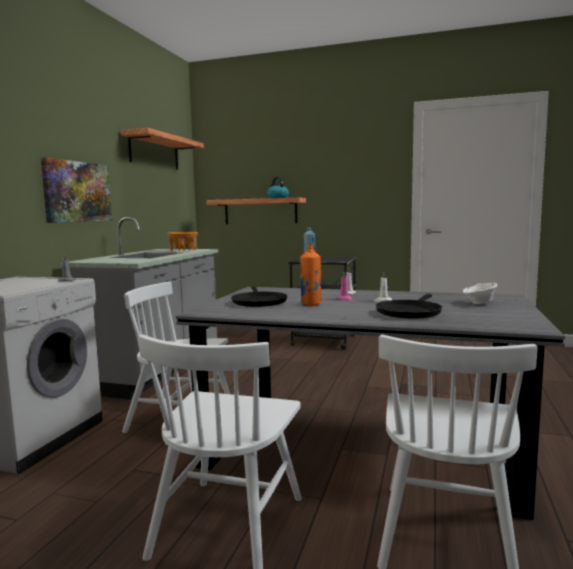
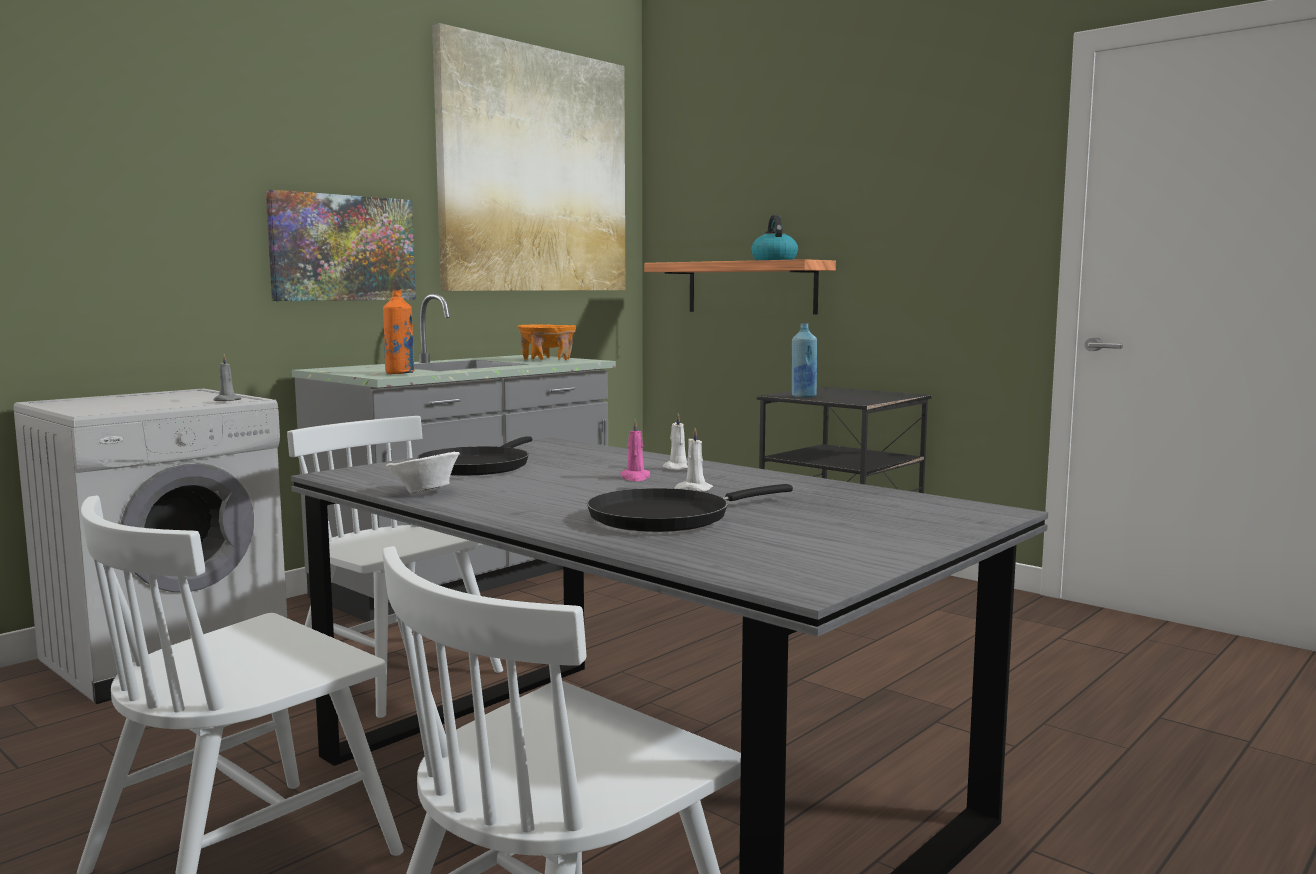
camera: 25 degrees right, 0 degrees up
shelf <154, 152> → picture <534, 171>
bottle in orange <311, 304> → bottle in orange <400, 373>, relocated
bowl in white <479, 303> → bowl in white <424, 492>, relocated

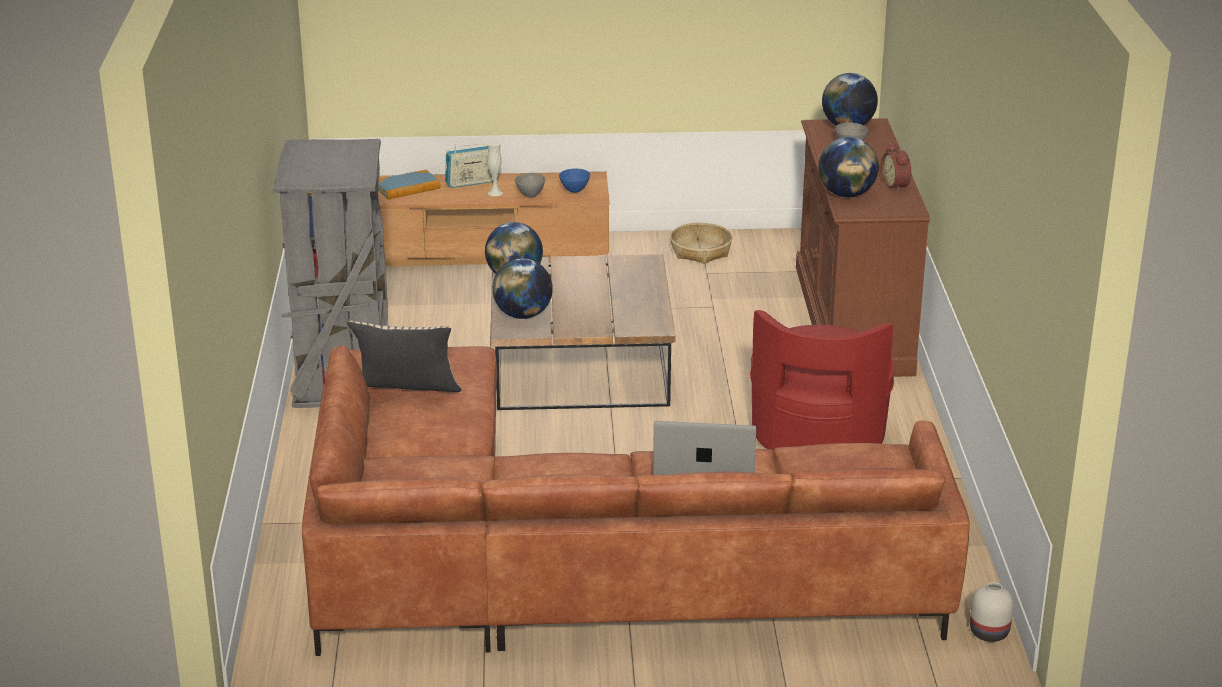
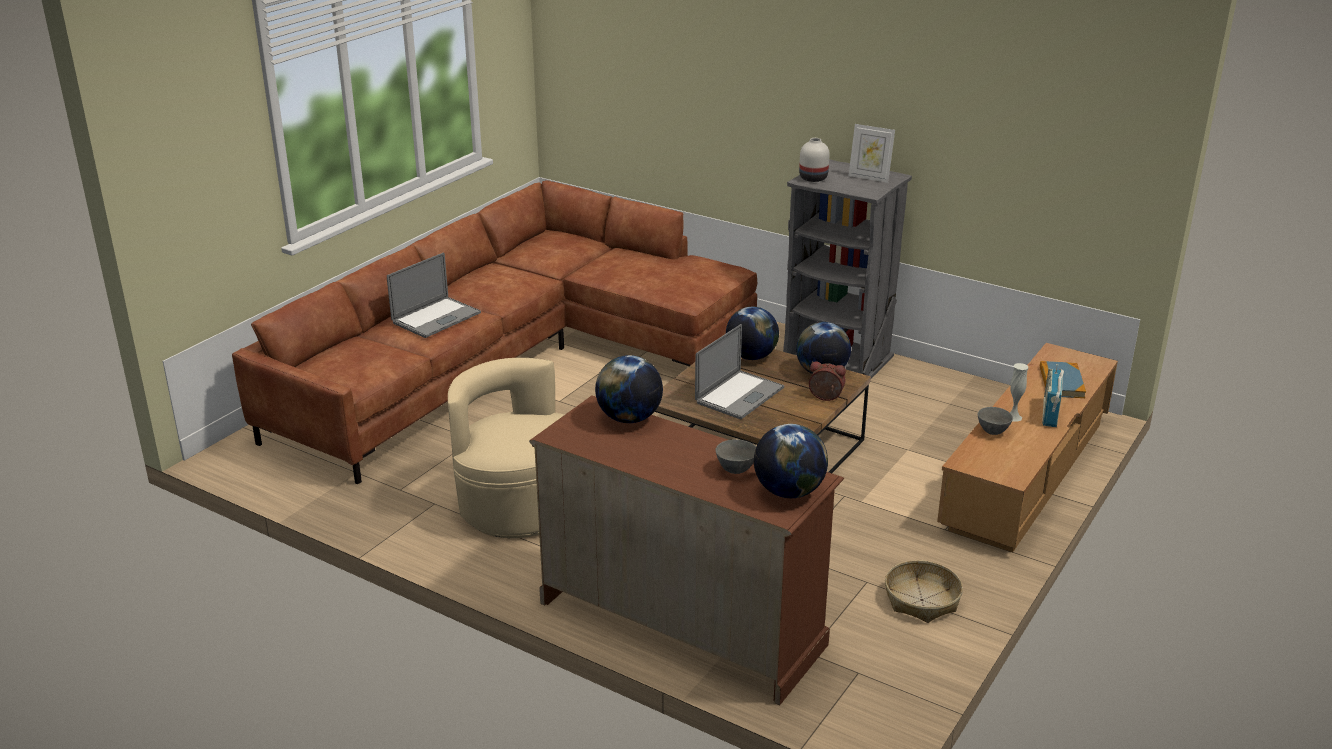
camera: 125 degrees right, 0 degrees up
pillow in beige <407, 397> → -
bowl in blue <574, 190> → -
armchair in red <817, 436> → armchair in beige <521, 506>
alarm clock <897, 185> → alarm clock <825, 398>, relocated
vase in white <990, 633> → vase in white <812, 178>, relocated
- → laptop <739, 395>
- → picture frame <869, 178>

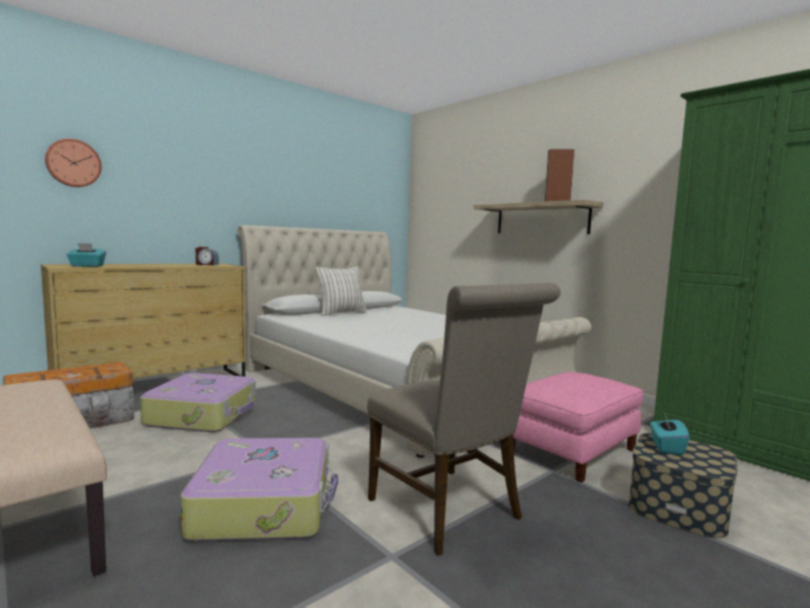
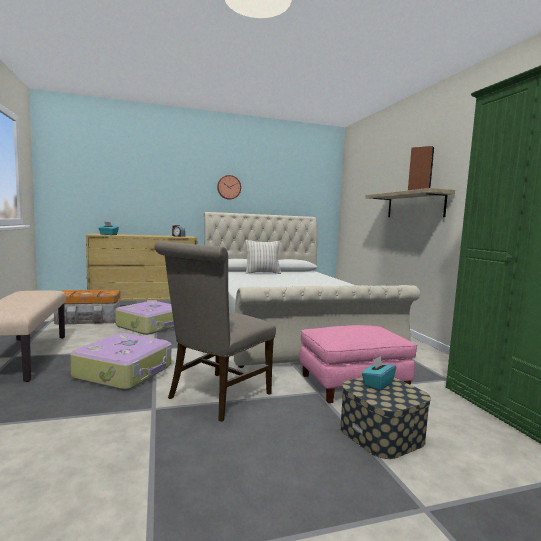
camera: 25 degrees right, 0 degrees up
wall clock <73, 163> → wall clock <229, 187>, relocated
chair in beige <451, 512> → chair in beige <215, 397>, 45 degrees clockwise

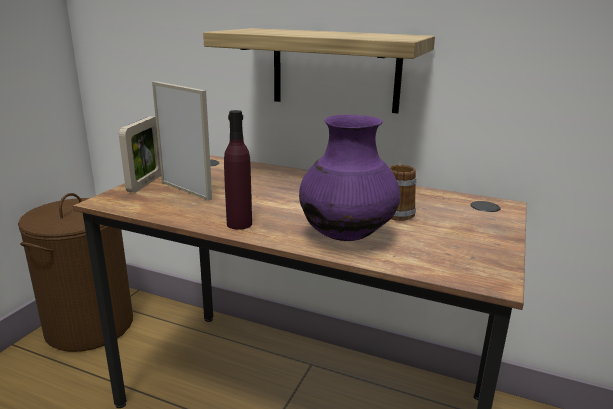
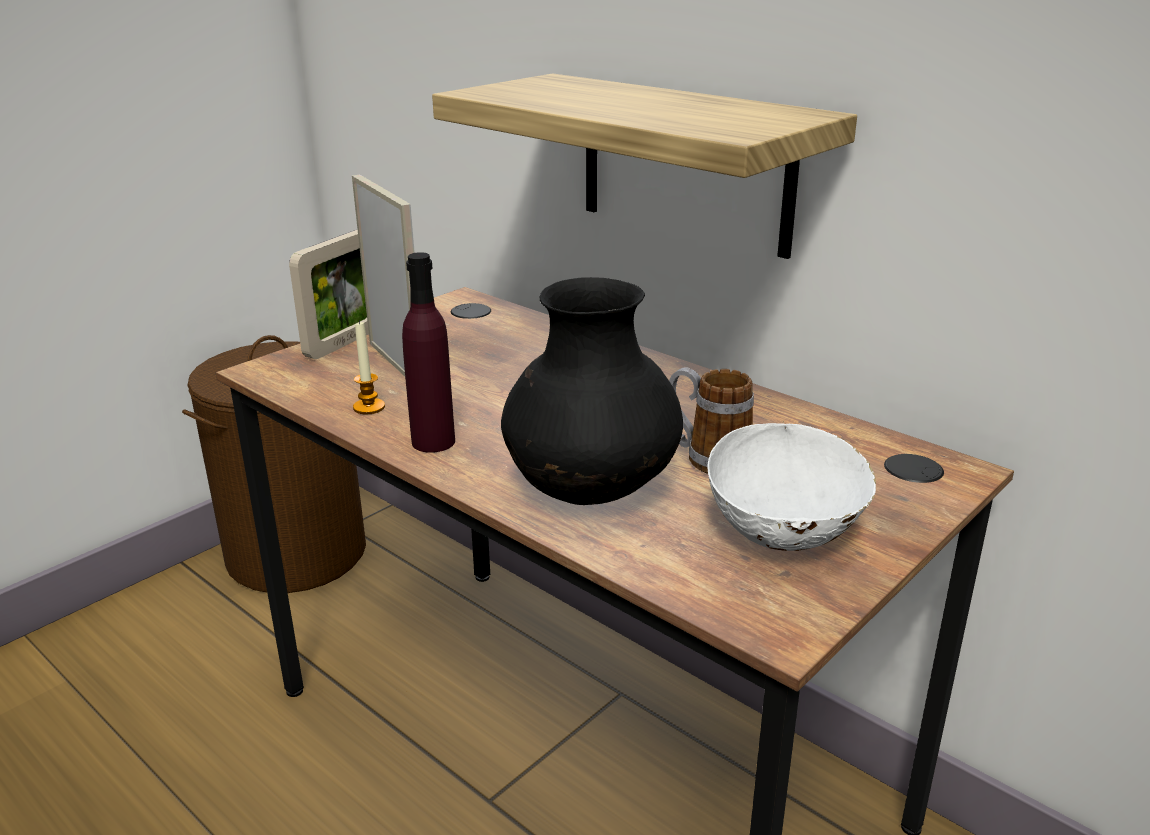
camera: 20 degrees right, 5 degrees up
vase in purple <346, 236> → vase in black <592, 492>
- → candle <369, 407>
- → bowl in white <785, 530>

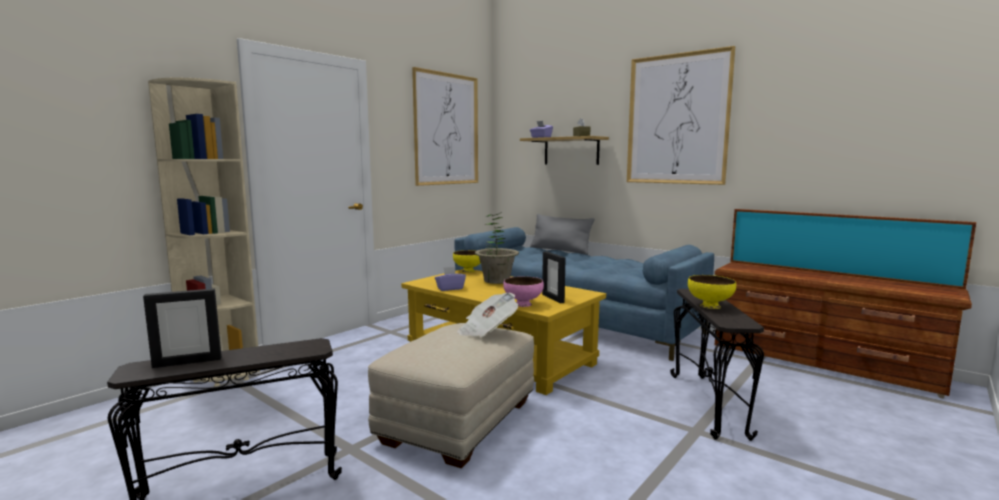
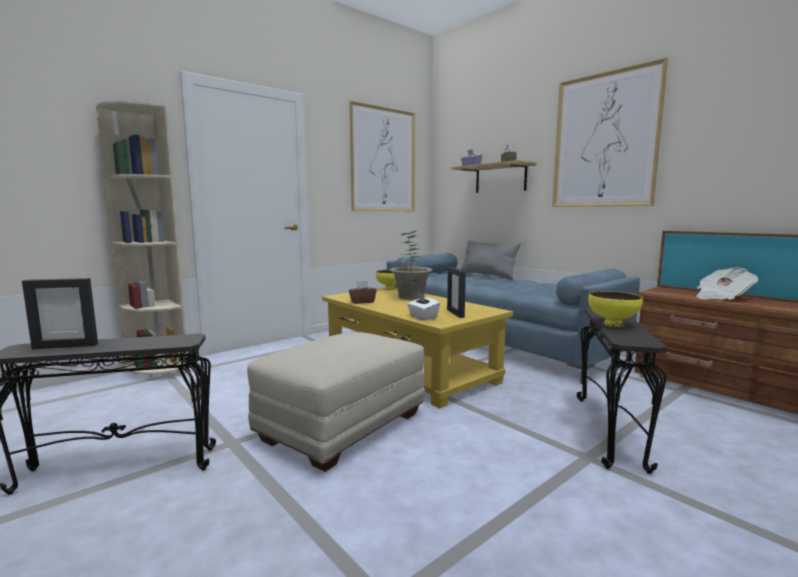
camera: 10 degrees right, 0 degrees up
tissue box in purple <450, 288> → tissue box in brown <362, 302>
newspaper <487, 330> → newspaper <721, 297>, relocated
bowl in pink <523, 304> → tissue box in white <422, 317>

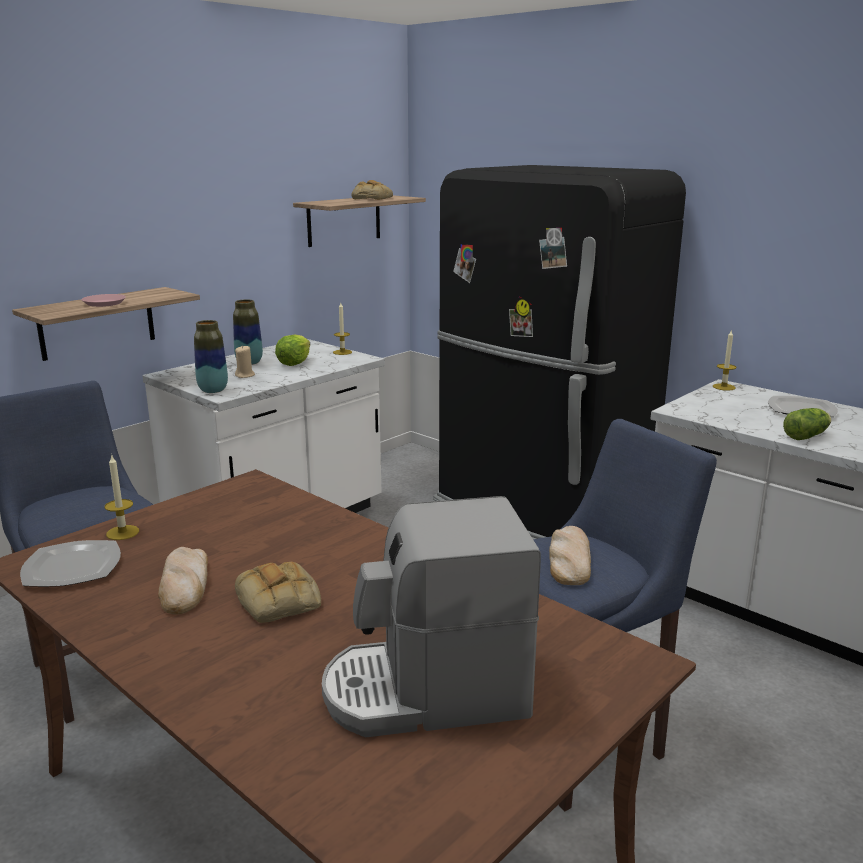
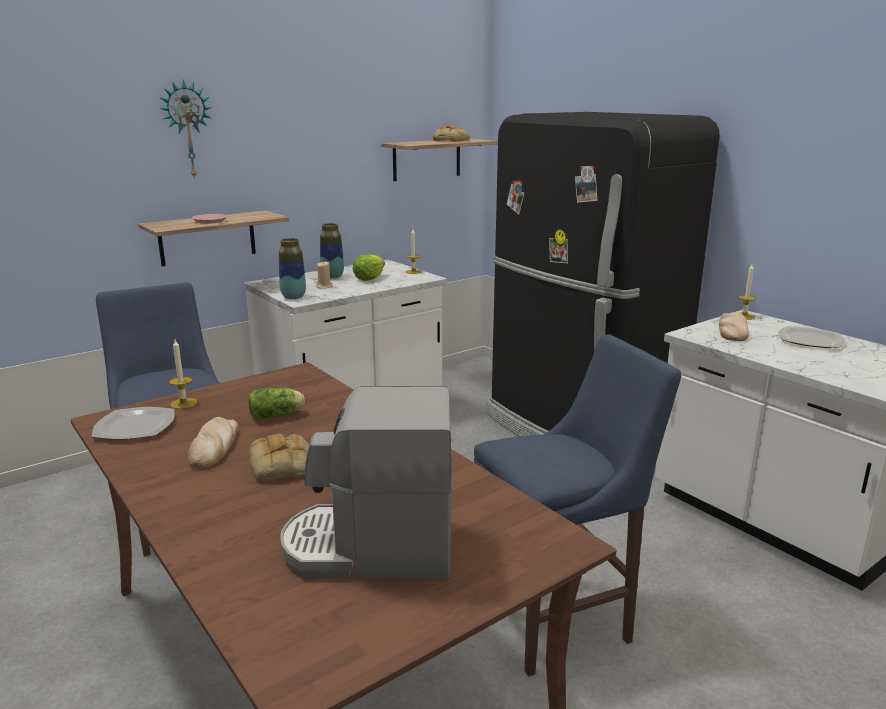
camera: 10 degrees right, 0 degrees up
bread <569, 560> → bread <732, 331>, relocated
lettuce <807, 436> → lettuce <278, 416>, relocated
- → wall clock <187, 130>

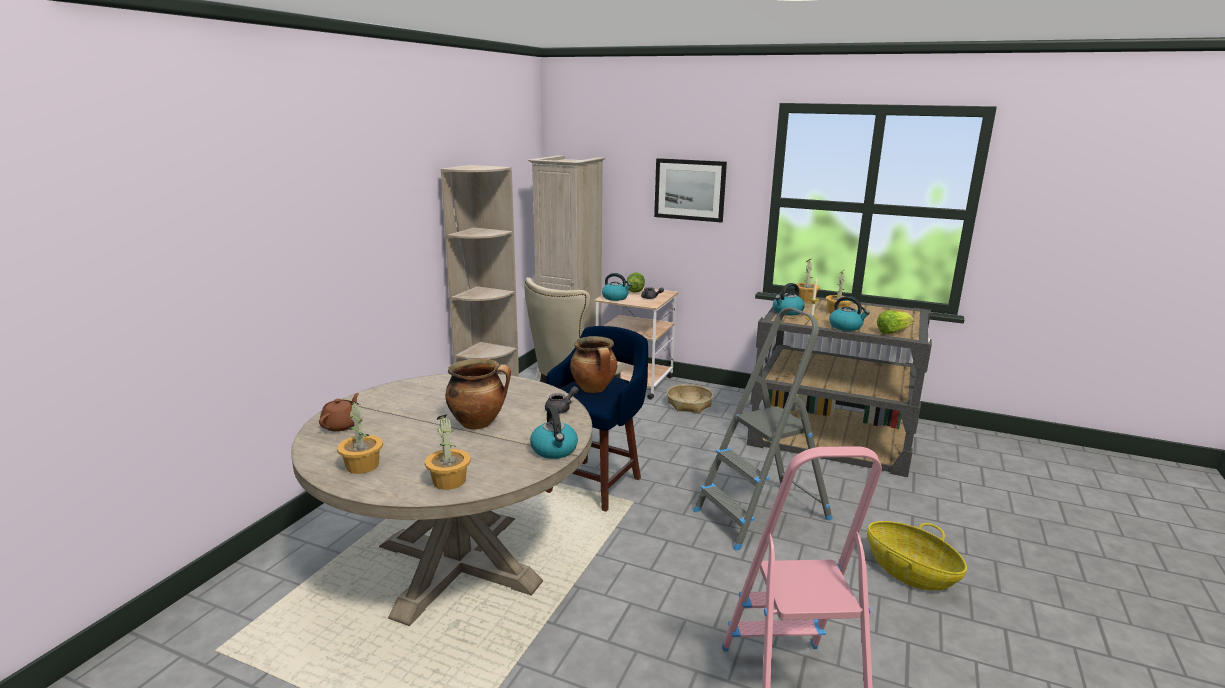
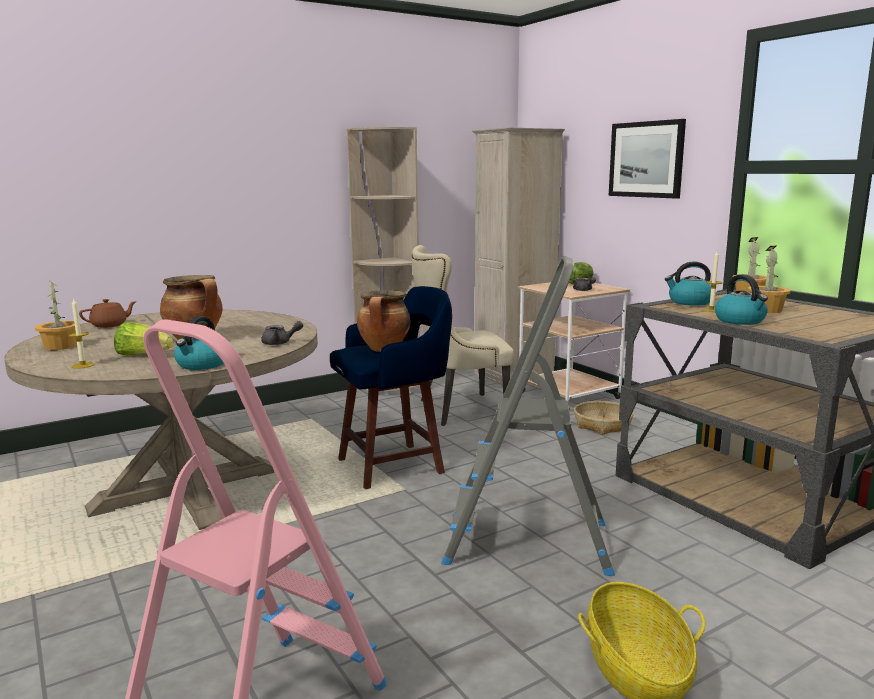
camera: 35 degrees right, 5 degrees down
potted plant <449, 481> → candle <83, 365>
kettle <615, 298> → -
lettuce <892, 332> → lettuce <143, 355>, relocated

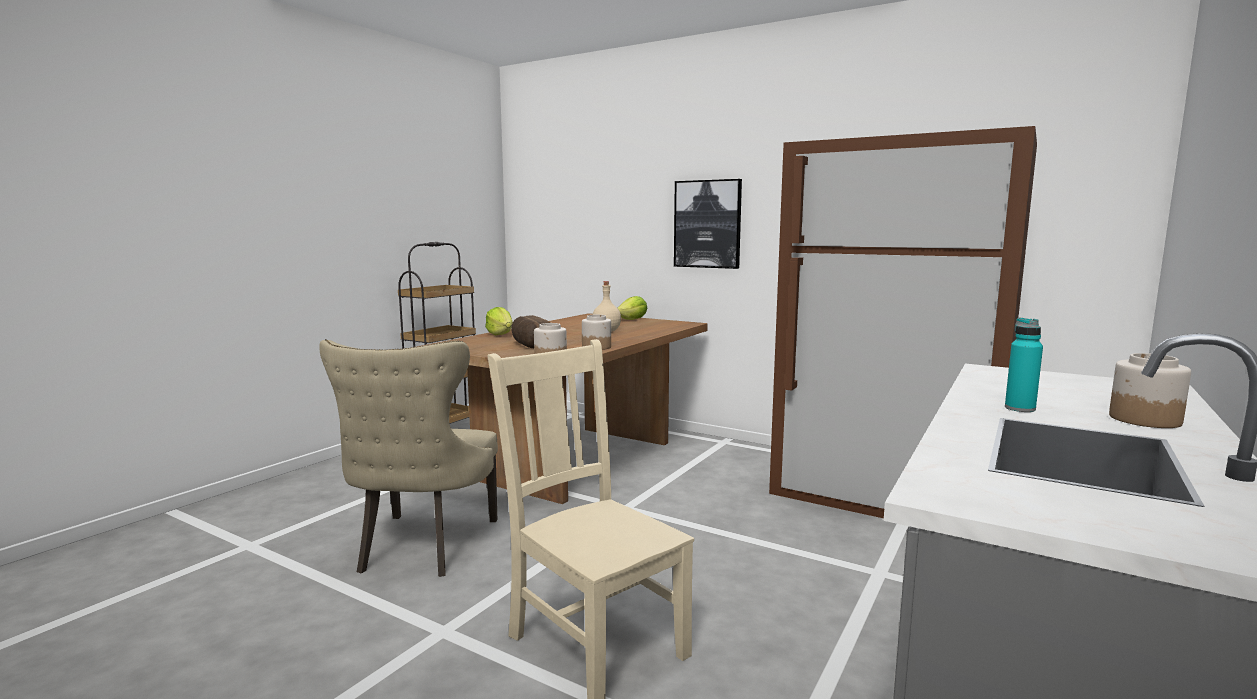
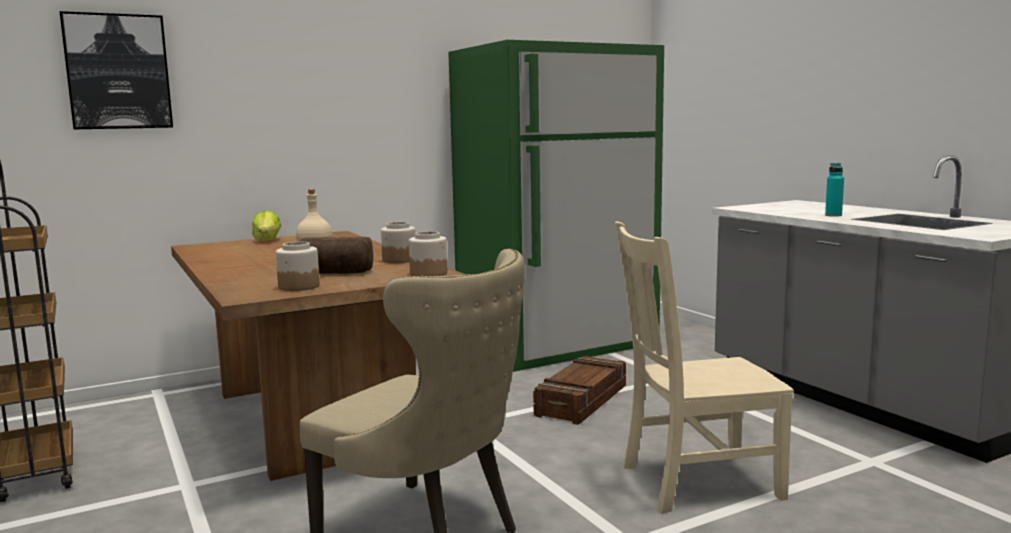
camera: 60 degrees left, 0 degrees up
lettuce <500, 334> → -
picture <707, 224> → picture <118, 72>, relocated
fridge in brown <886, 491> → fridge in green <558, 342>
jar <1144, 419> → jar <298, 287>, relocated
- → crate <583, 400>

